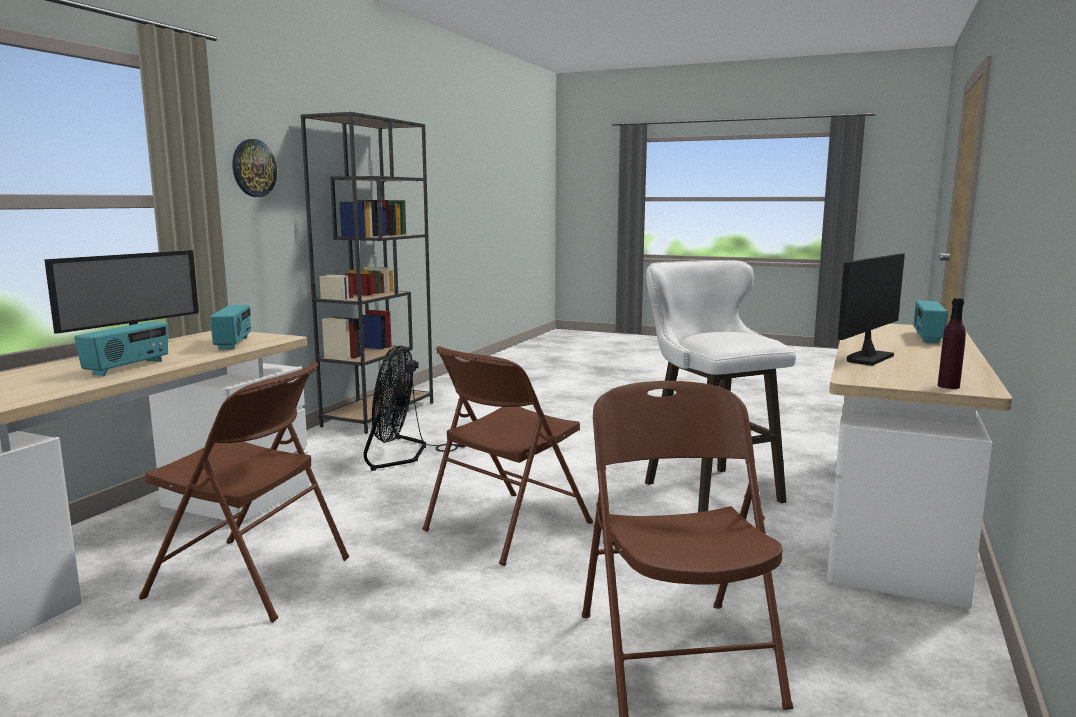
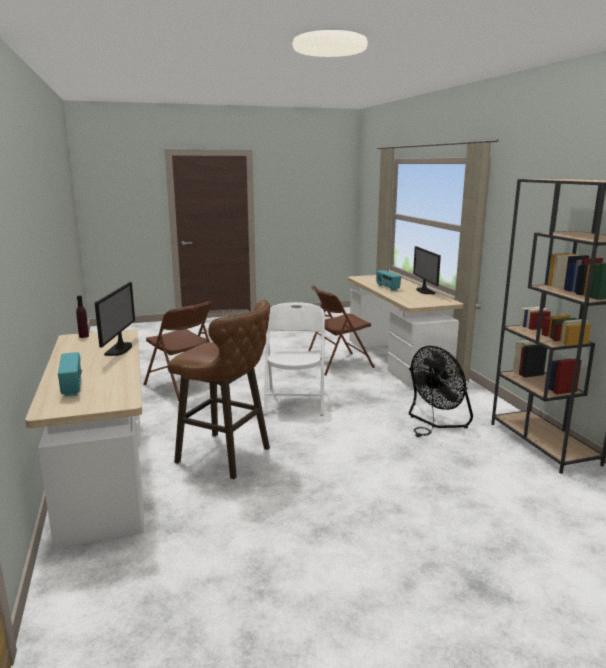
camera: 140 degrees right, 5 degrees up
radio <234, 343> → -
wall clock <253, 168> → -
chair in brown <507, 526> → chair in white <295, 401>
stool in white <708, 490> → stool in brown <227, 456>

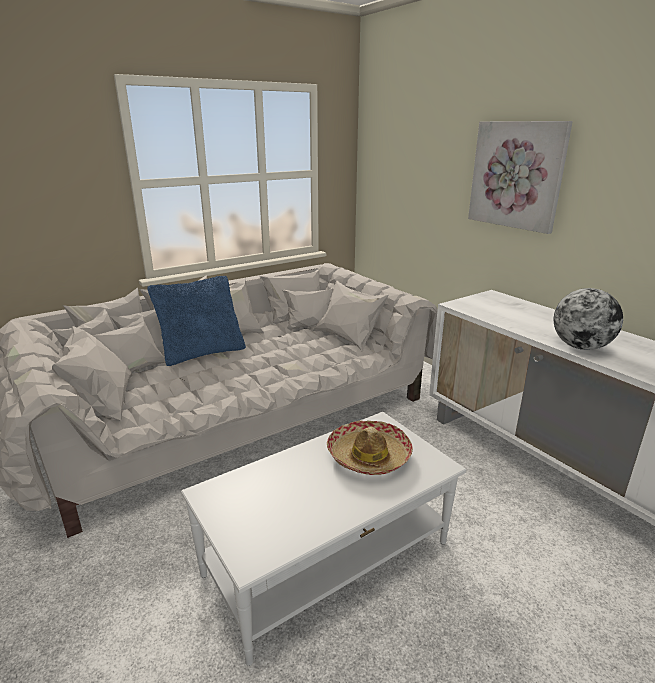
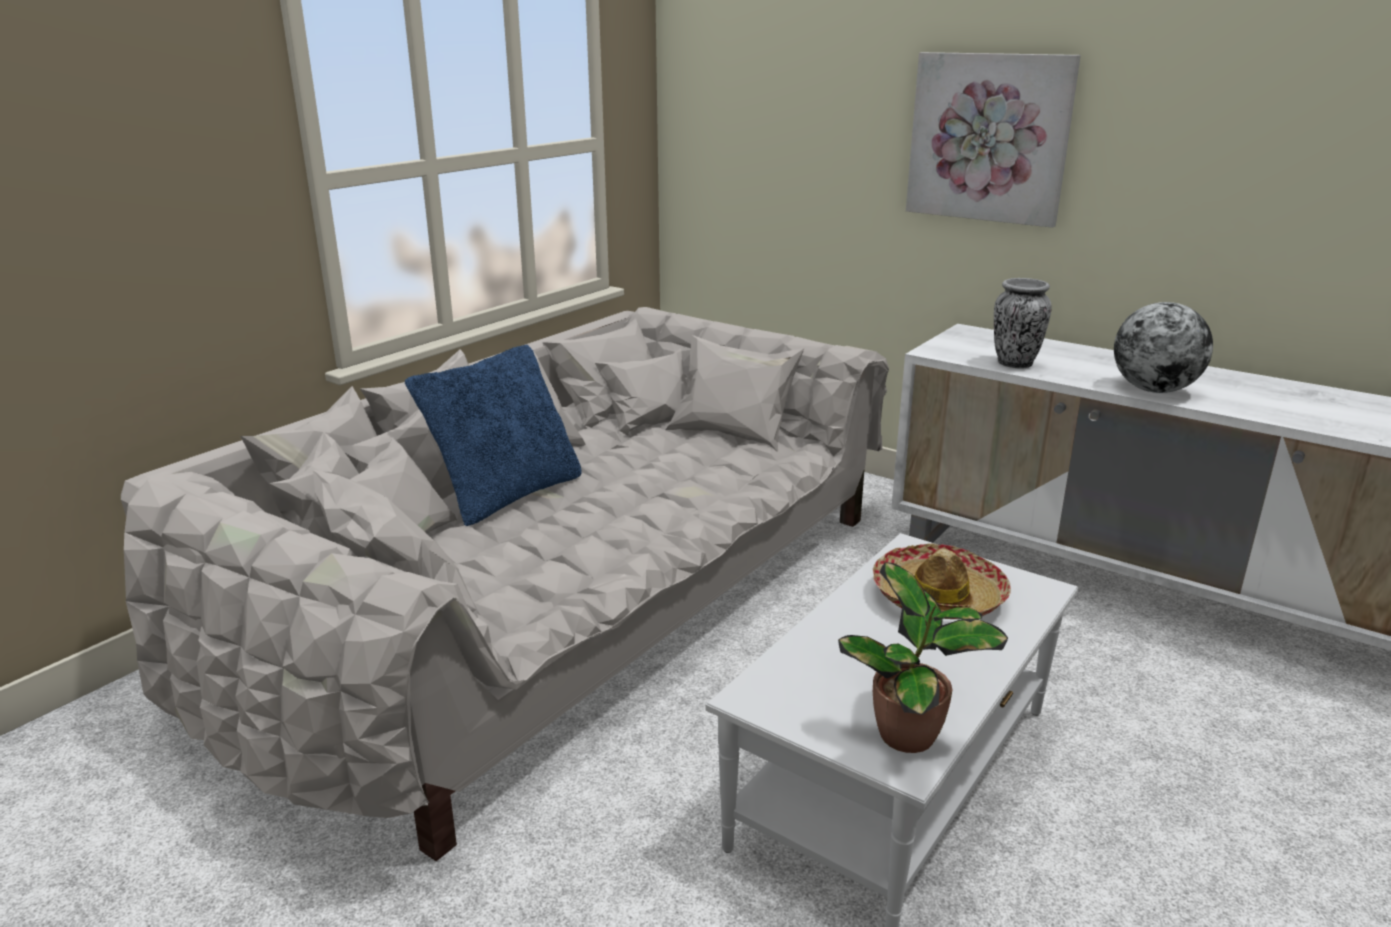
camera: 20 degrees left, 0 degrees up
- → potted plant <911, 737>
- → vase <1015, 364>

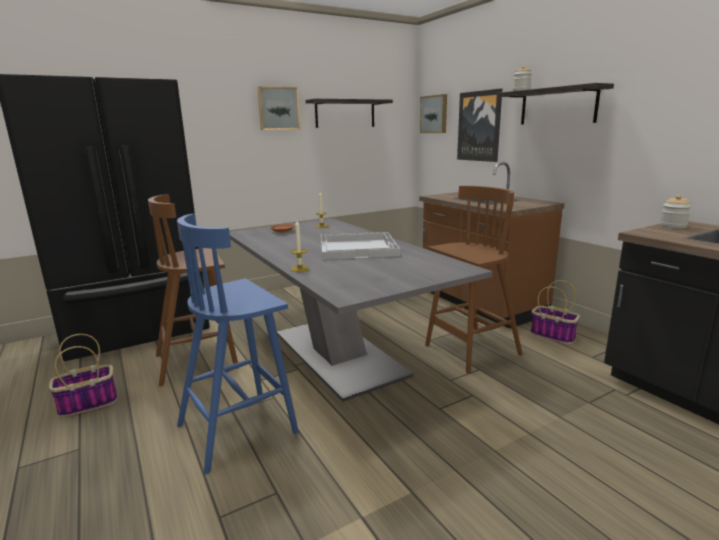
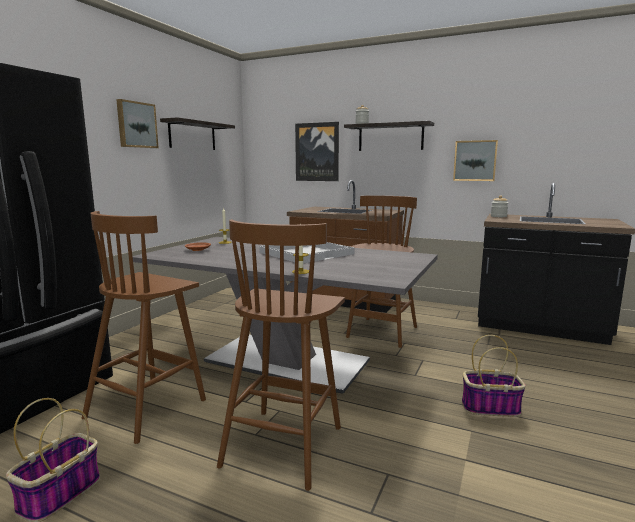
camera: 35 degrees left, 5 degrees down
stool in blue <241, 426> → stool in brown <284, 443>
picture <434, 114> → picture <475, 160>, relocated
basket <553, 335> → basket <491, 407>, relocated

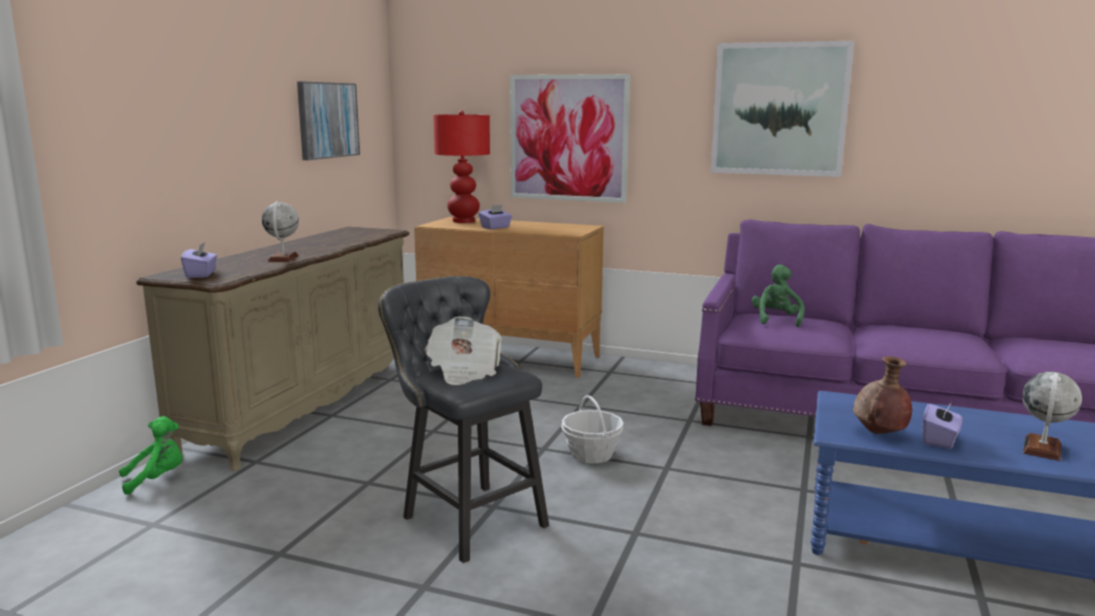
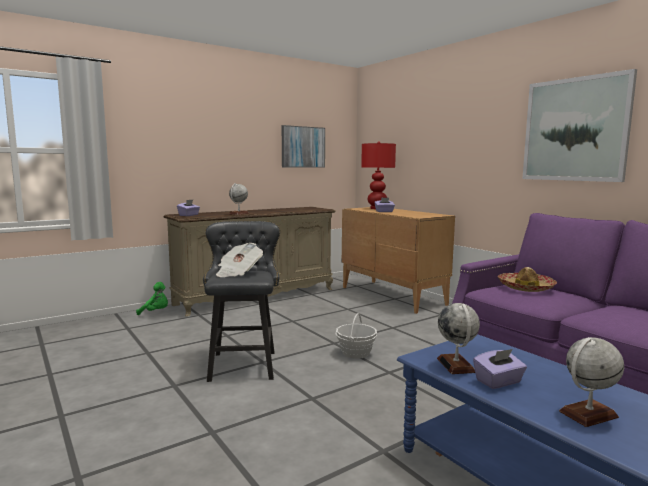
camera: 35 degrees right, 5 degrees down
picture <568, 138> → -
plush toy in green <776, 320> → hat <526, 288>
vase in brown <879, 433> → globe <456, 365>

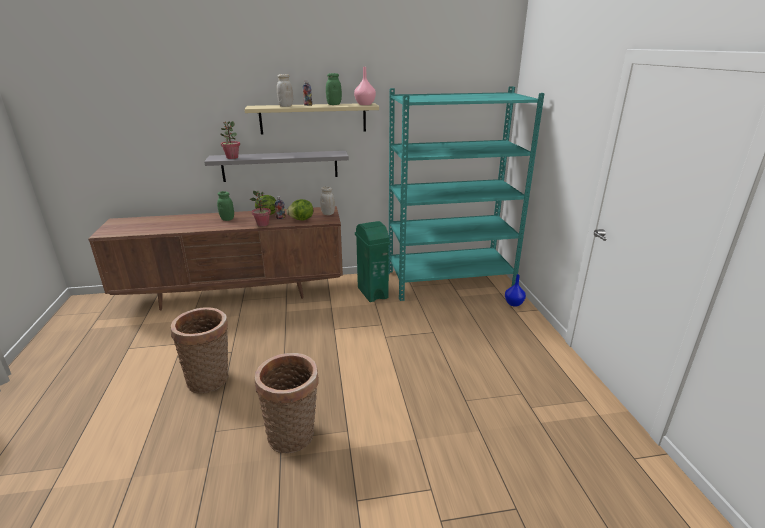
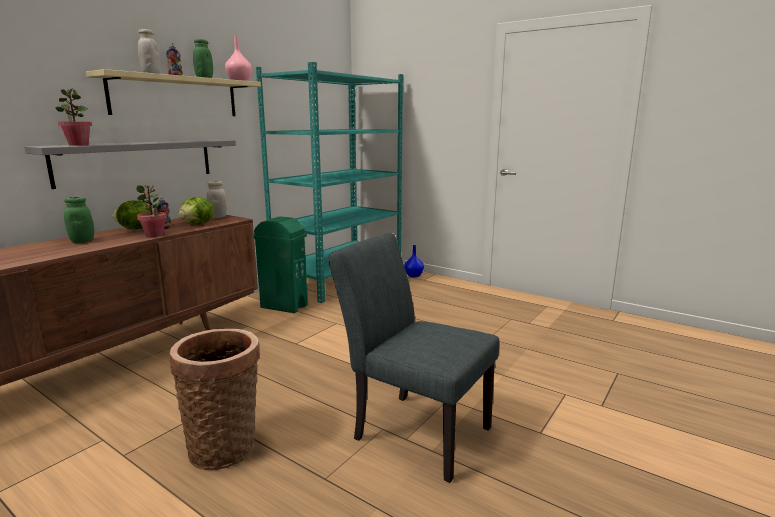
camera: 45 degrees left, 10 degrees down
basket <294, 436> → chair in grey <413, 430>

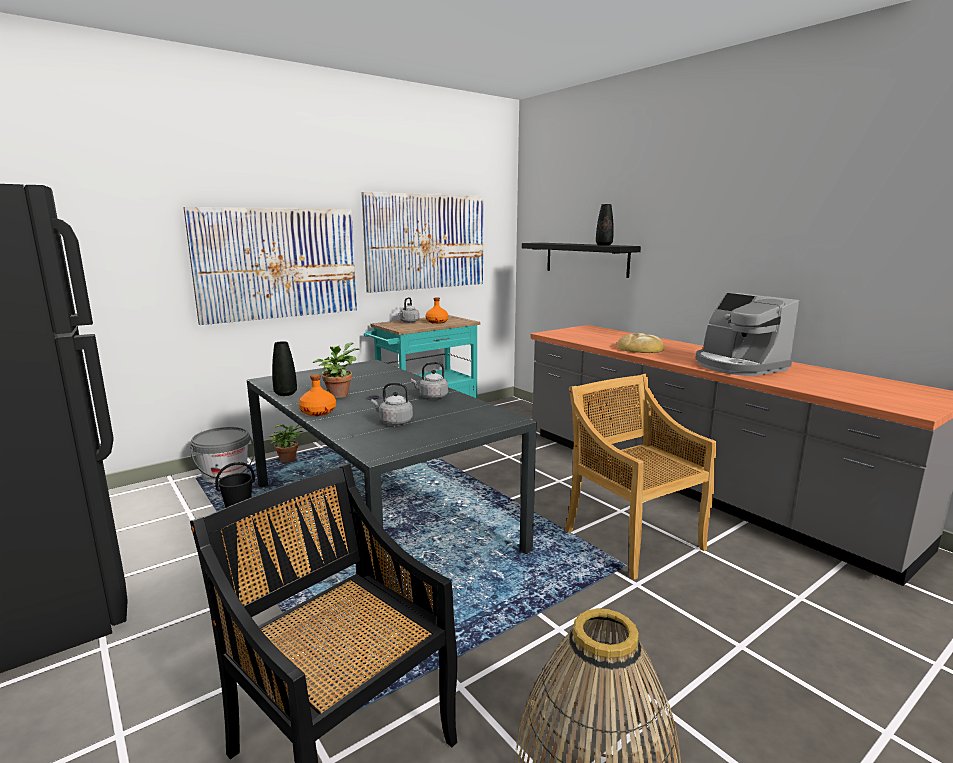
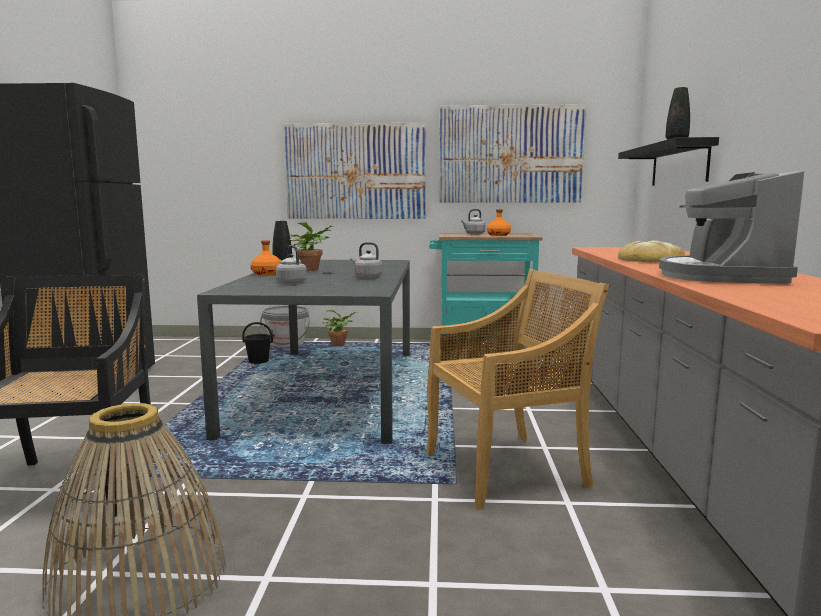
camera: 40 degrees right, 5 degrees down
chair in beige <632, 538> → chair in beige <507, 469>, 60 degrees clockwise

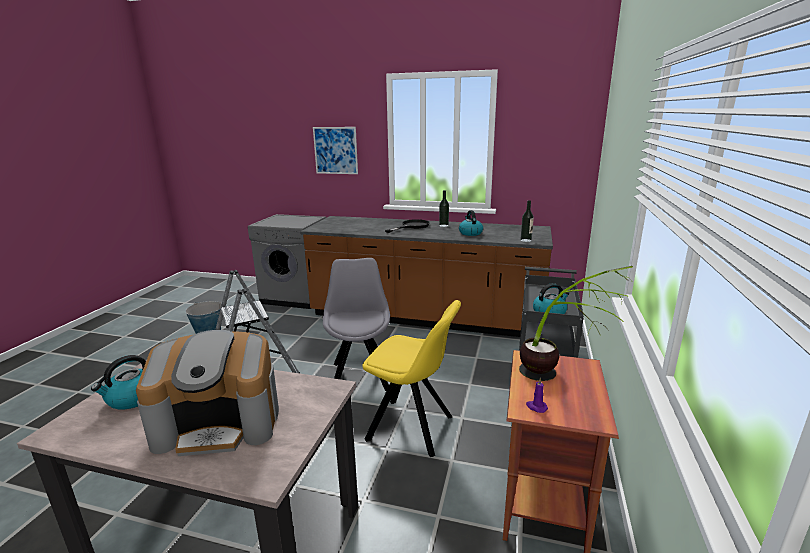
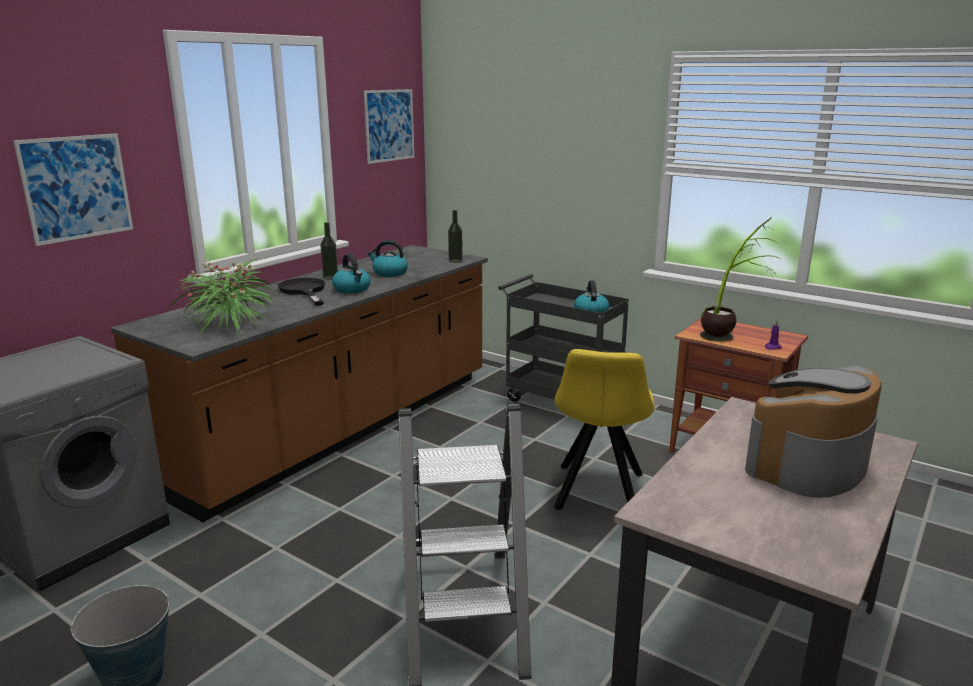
camera: 70 degrees left, 0 degrees up
kettle <132, 398> → kettle <352, 289>, relocated
coffee machine <220, 423> → coffee machine <808, 464>, 150 degrees counterclockwise
chair in grey <360, 376> → -
chair in yellow <411, 428> → chair in yellow <598, 491>, 150 degrees clockwise
- → potted plant <229, 322>
- → picture <389, 125>

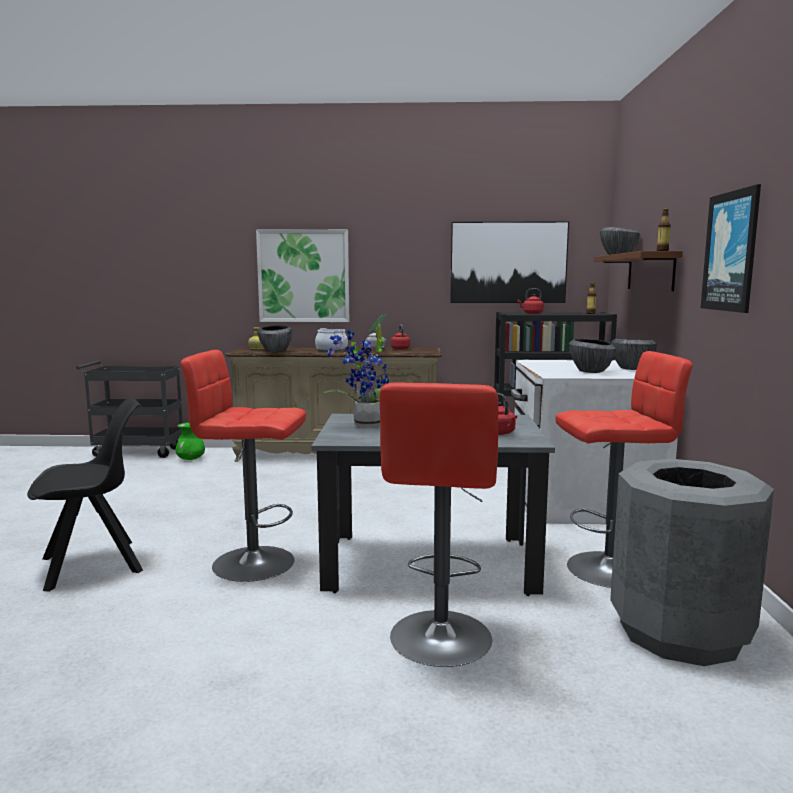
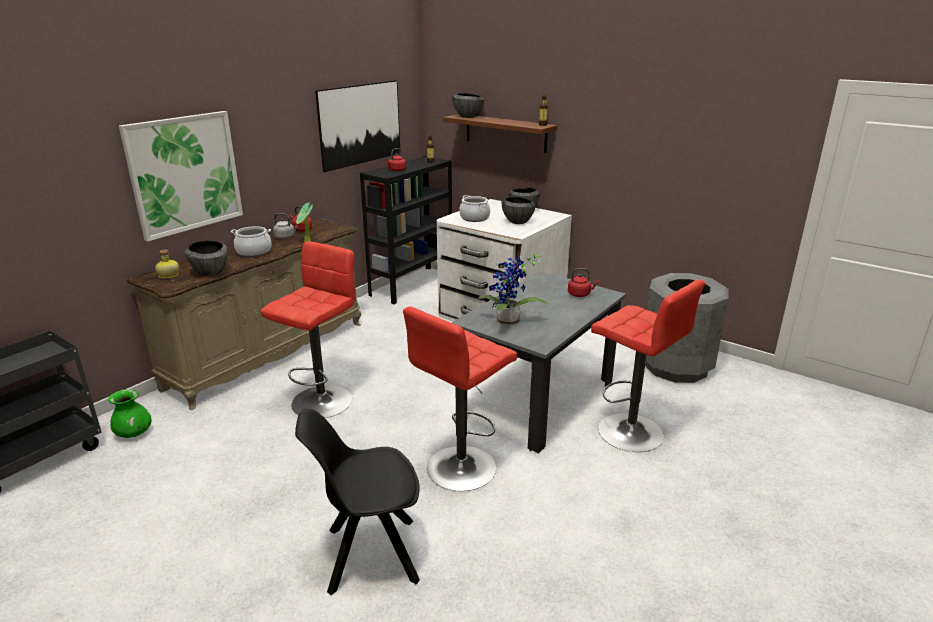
camera: 55 degrees left, 15 degrees up
chair in black <94, 565> → chair in black <370, 555>, 105 degrees counterclockwise
stool in red <610, 570> → stool in red <323, 402>, relocated
picture <731, 251> → -
- → cooking pot <474, 218>

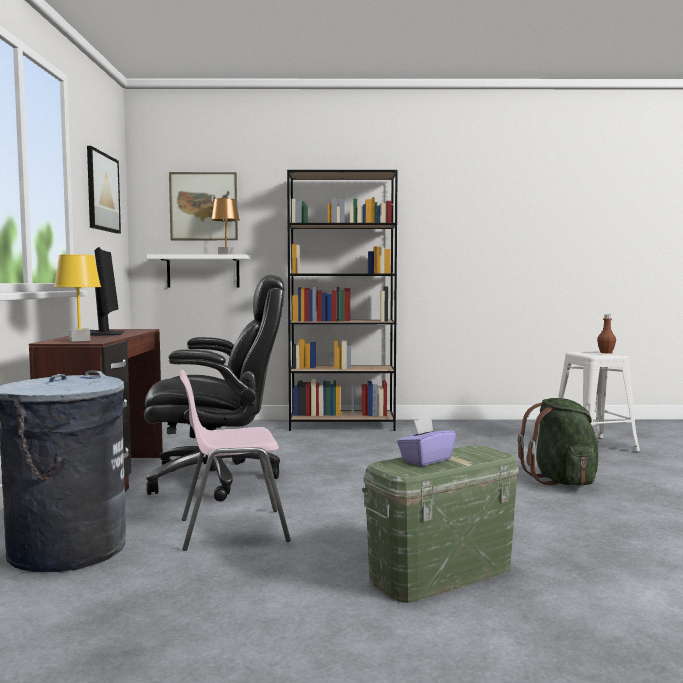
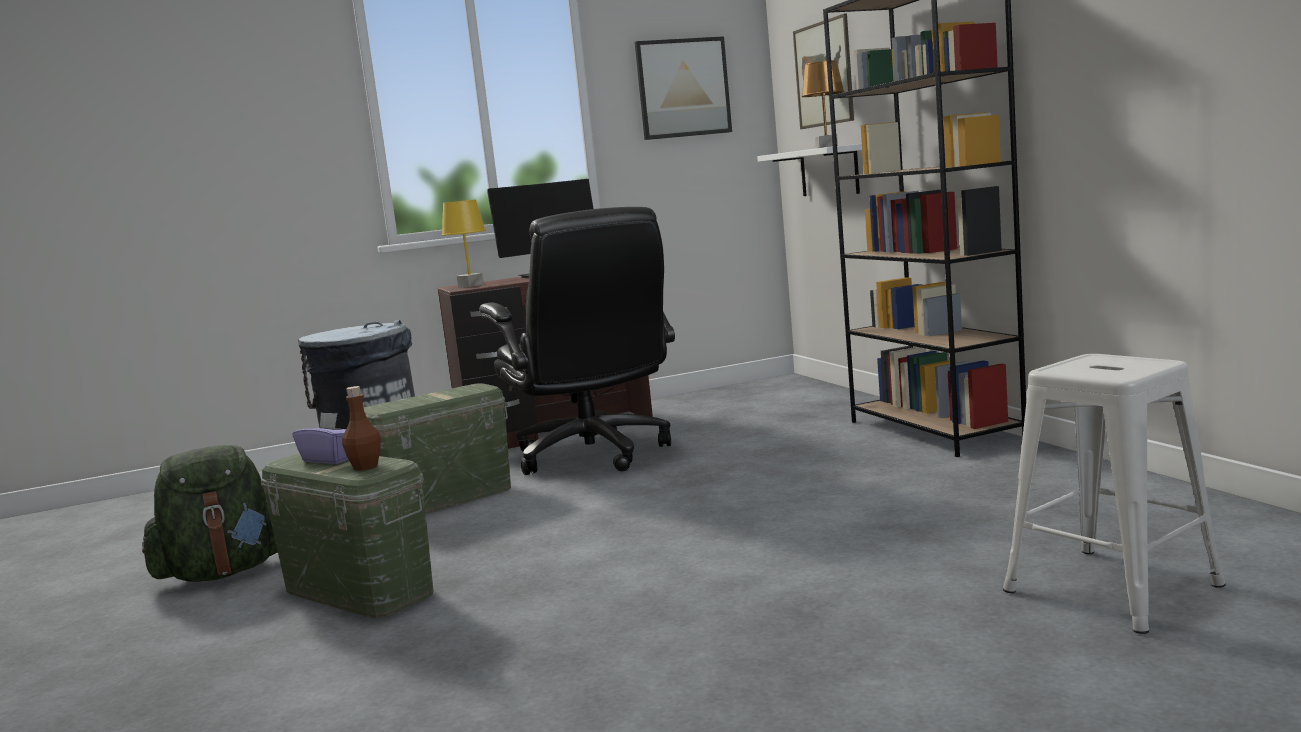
camera: 70 degrees right, 5 degrees up
chair in pink <232, 530> → storage box in green <445, 499>
backpack in green <562, 481> → backpack in green <225, 572>, relocated
bottle in brown <606, 352> → bottle in brown <365, 467>, relocated

